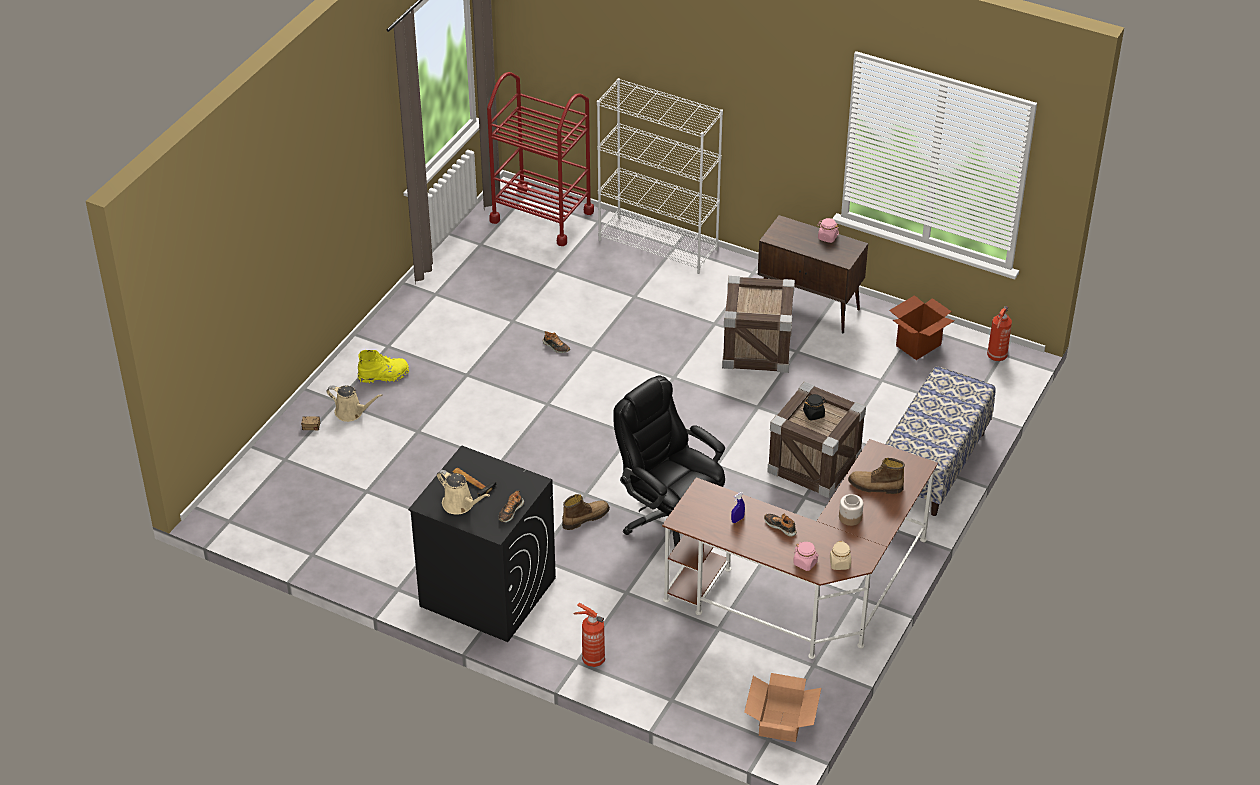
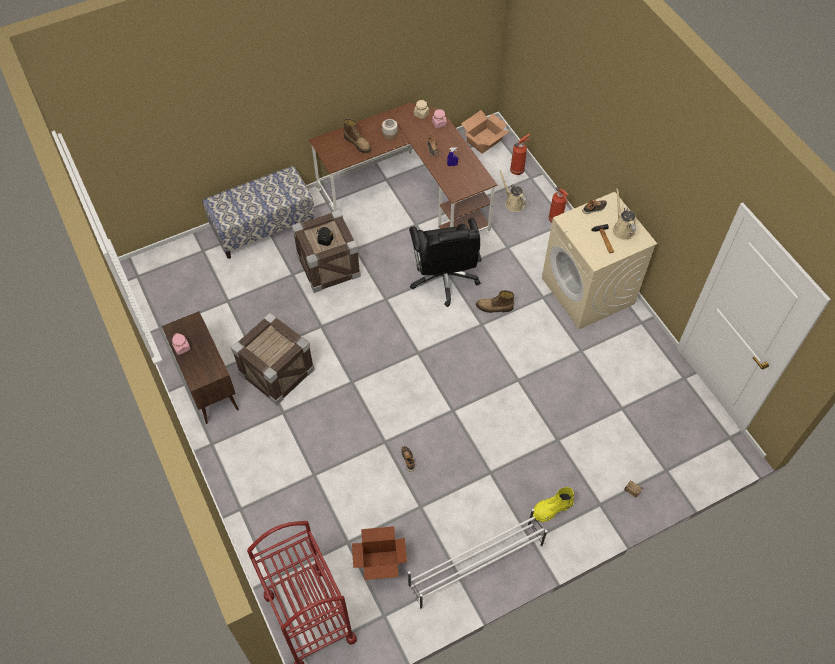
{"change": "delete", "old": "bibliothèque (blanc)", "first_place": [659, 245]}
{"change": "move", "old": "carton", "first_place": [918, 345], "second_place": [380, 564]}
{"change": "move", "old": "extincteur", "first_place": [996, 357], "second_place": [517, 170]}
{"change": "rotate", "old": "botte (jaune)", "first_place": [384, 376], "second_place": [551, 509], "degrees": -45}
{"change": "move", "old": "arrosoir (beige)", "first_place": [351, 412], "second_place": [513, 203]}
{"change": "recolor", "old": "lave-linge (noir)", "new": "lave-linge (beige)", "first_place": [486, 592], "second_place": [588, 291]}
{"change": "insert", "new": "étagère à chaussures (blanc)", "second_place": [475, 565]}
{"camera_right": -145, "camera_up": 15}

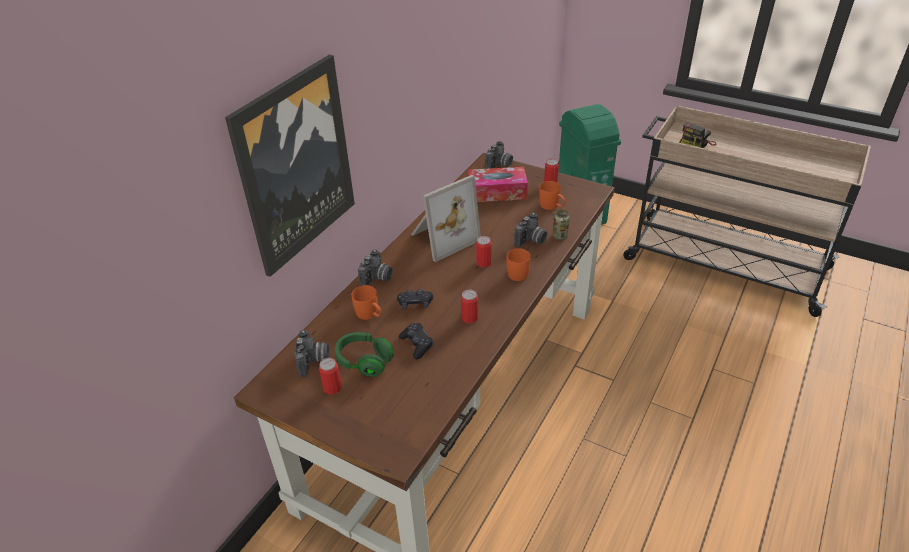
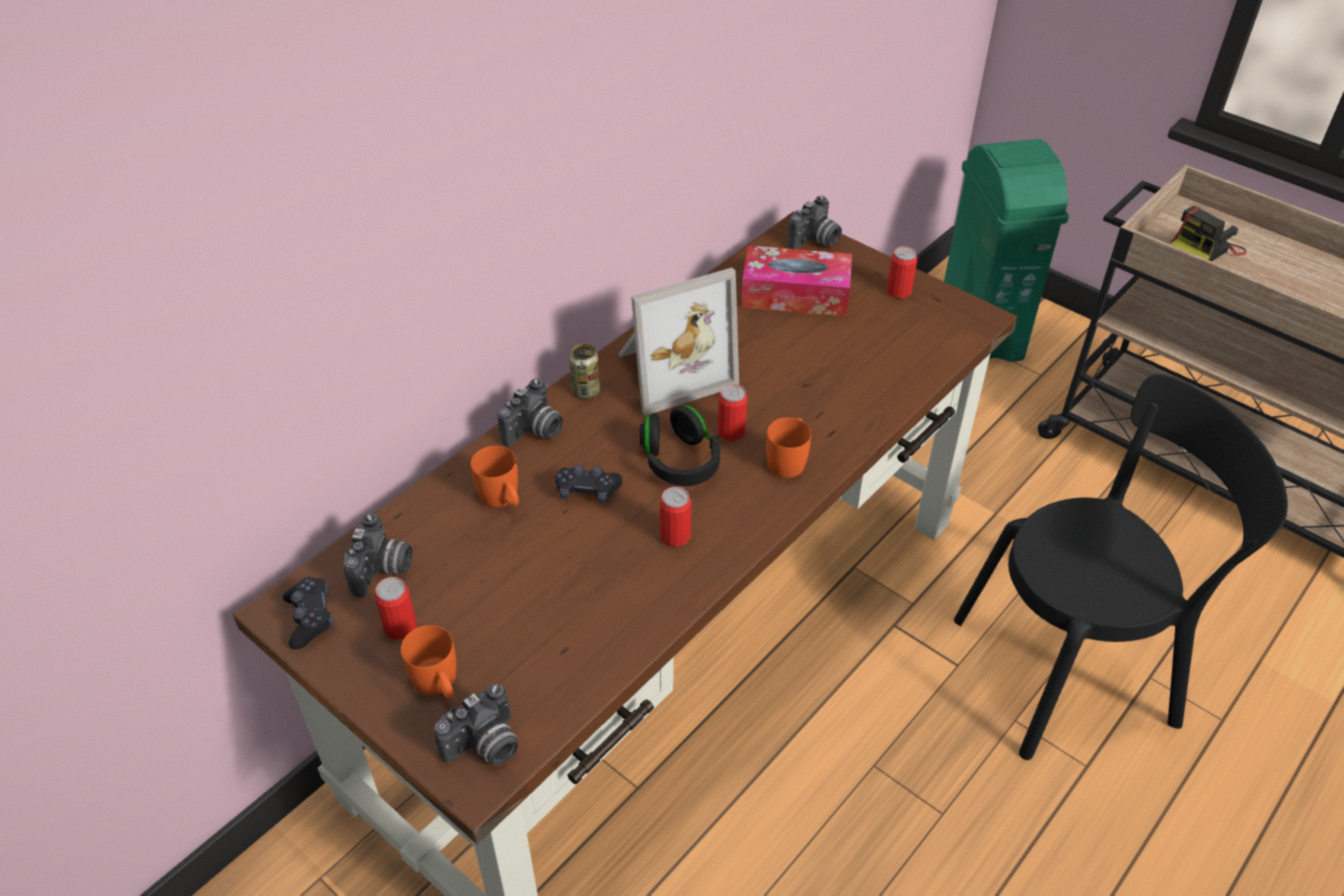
{"change": "delete", "old": "tableau", "first_place": [295, 165]}
{"change": "move", "old": "mug (orange)", "first_place": [552, 206], "second_place": [438, 685]}
{"change": "move", "old": "boîte métallique", "first_place": [560, 236], "second_place": [586, 390]}
{"change": "move", "old": "appareil photo", "first_place": [531, 240], "second_place": [485, 747]}
{"change": "move", "old": "manette (noir)", "first_place": [417, 344], "second_place": [310, 618]}
{"change": "delete", "old": "casque audio (vert)", "first_place": [364, 361]}
{"change": "insert", "new": "chaise (noir)", "second_place": [1074, 667]}
{"change": "insert", "new": "casque audio (noir)", "second_place": [679, 462]}
{"camera_right": 10, "camera_up": 5}

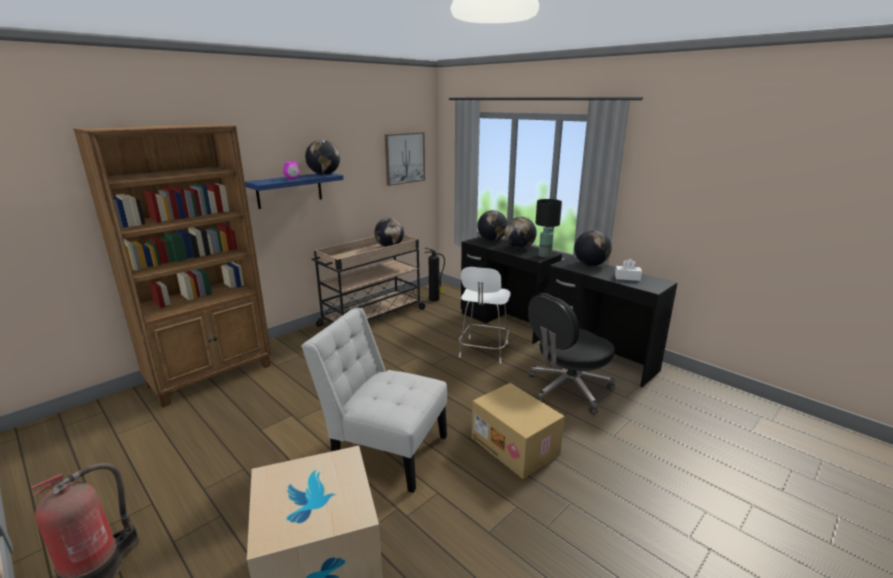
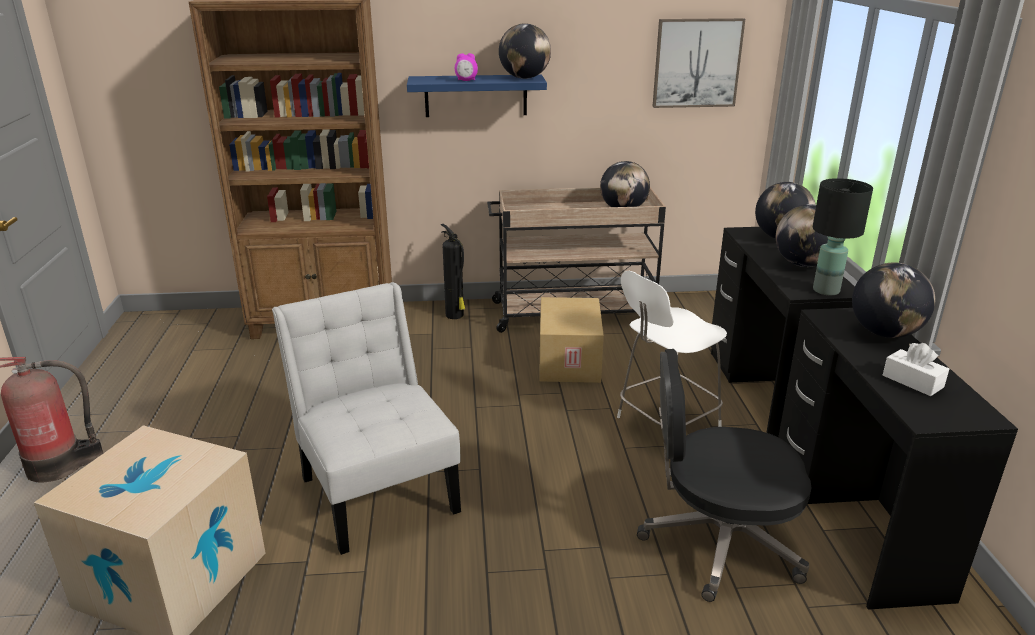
{"change": "move", "old": "extincteur", "first_place": [435, 299], "second_place": [455, 315]}
{"change": "move", "old": "carton", "first_place": [516, 446], "second_place": [570, 361]}
{"camera_right": 40, "camera_up": 5}

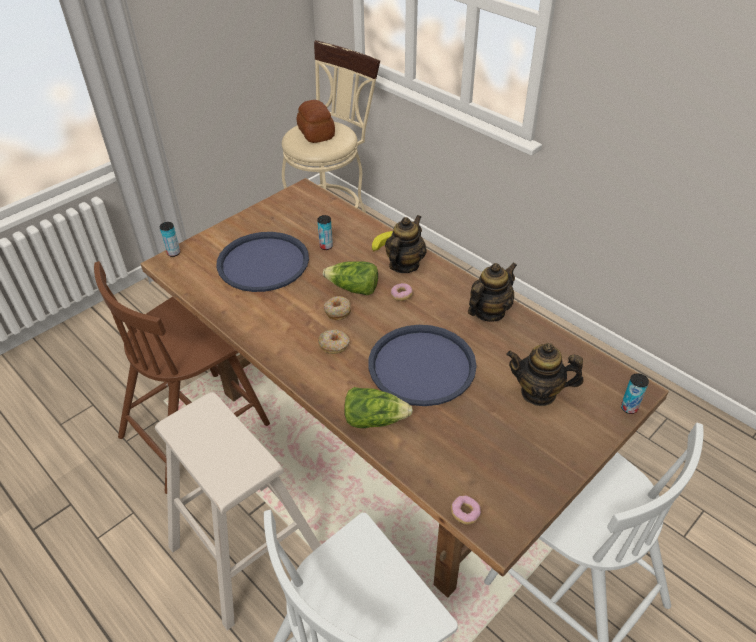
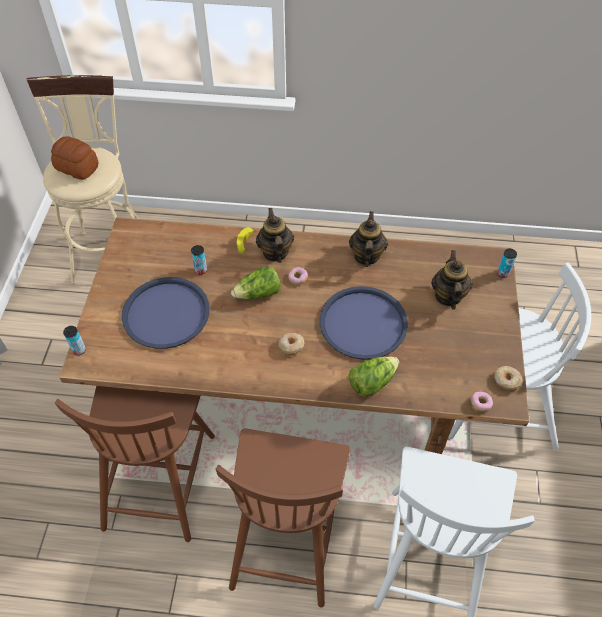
{"change": "move", "old": "beignet", "first_place": [337, 311], "second_place": [506, 381]}
{"change": "rotate", "old": "théière", "first_place": [538, 393], "second_place": [448, 296], "degrees": 120}
{"change": "replace", "old": "tabouret (beige)", "new": "chaise (marron)", "first_place": [246, 550], "second_place": [287, 534]}
{"camera_right": -40, "camera_up": 10}

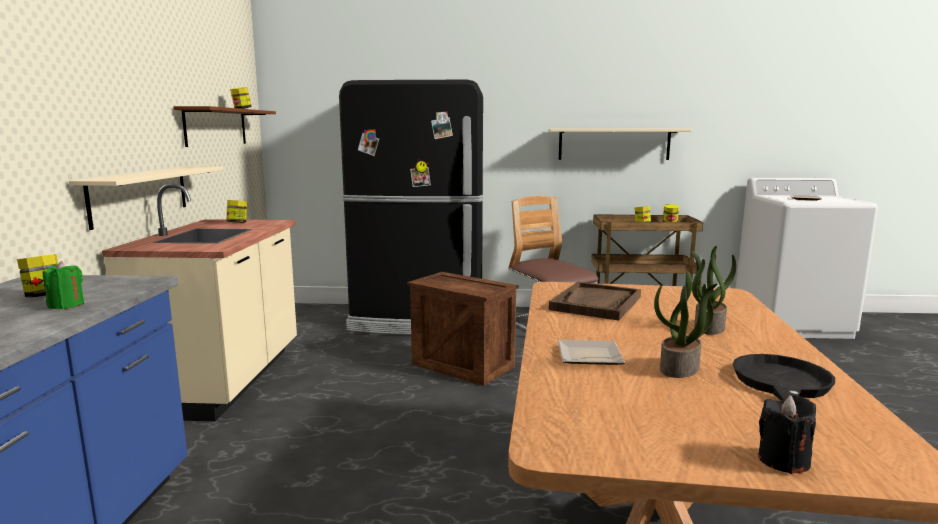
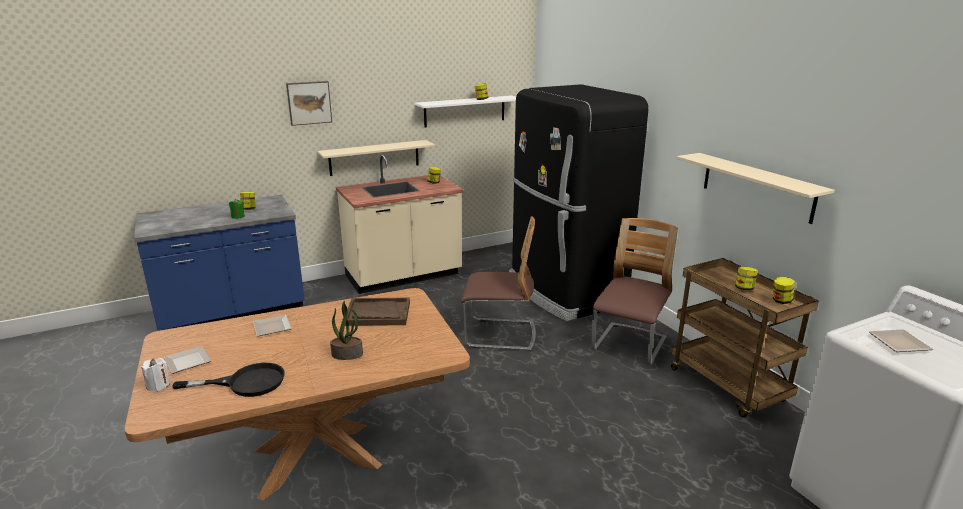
{"change": "recolor", "old": "étagère (marron)", "new": "étagère (blanc)", "first_place": [216, 127], "second_place": [465, 111]}
{"change": "replace", "old": "caisse", "new": "chaise", "first_place": [464, 365], "second_place": [500, 335]}
{"change": "delete", "old": "plante en pot", "first_place": [680, 369]}
{"change": "recolor", "old": "bougie (noir)", "new": "bougie (blanc)", "first_place": [783, 461], "second_place": [158, 385]}
{"change": "insert", "new": "tableau", "second_place": [309, 102]}
{"change": "insert", "new": "assiette", "second_place": [189, 361]}
{"camera_right": 60, "camera_up": 10}

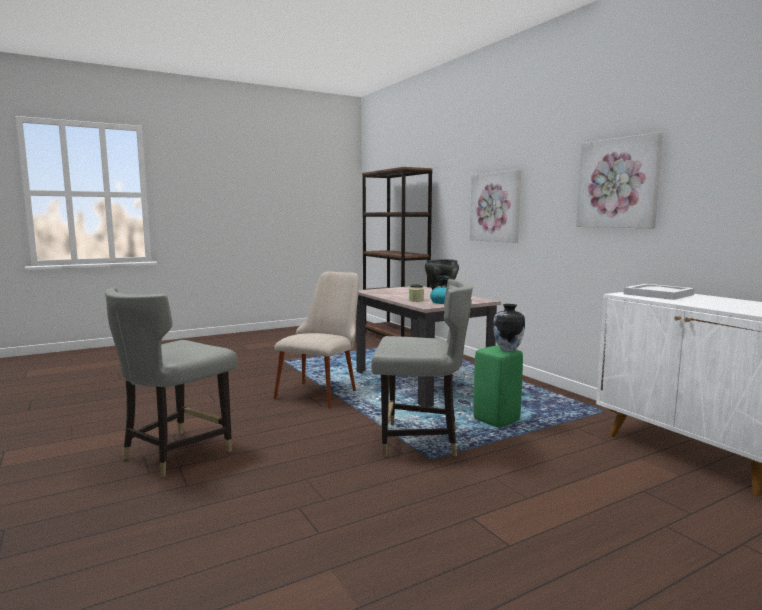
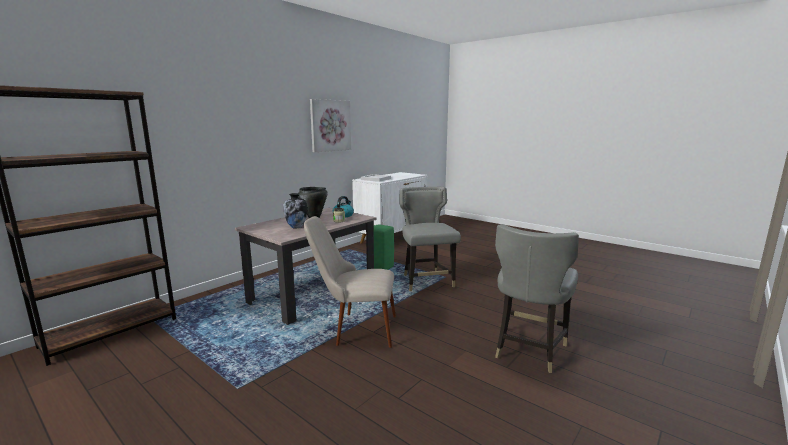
{"change": "delete", "old": "tableau", "first_place": [496, 207]}
{"change": "rotate", "old": "chaise (gris)", "first_place": [176, 453], "second_place": [528, 350], "degrees": 105}
{"change": "move", "old": "vase", "first_place": [507, 349], "second_place": [296, 227]}
{"camera_right": -110, "camera_up": 5}

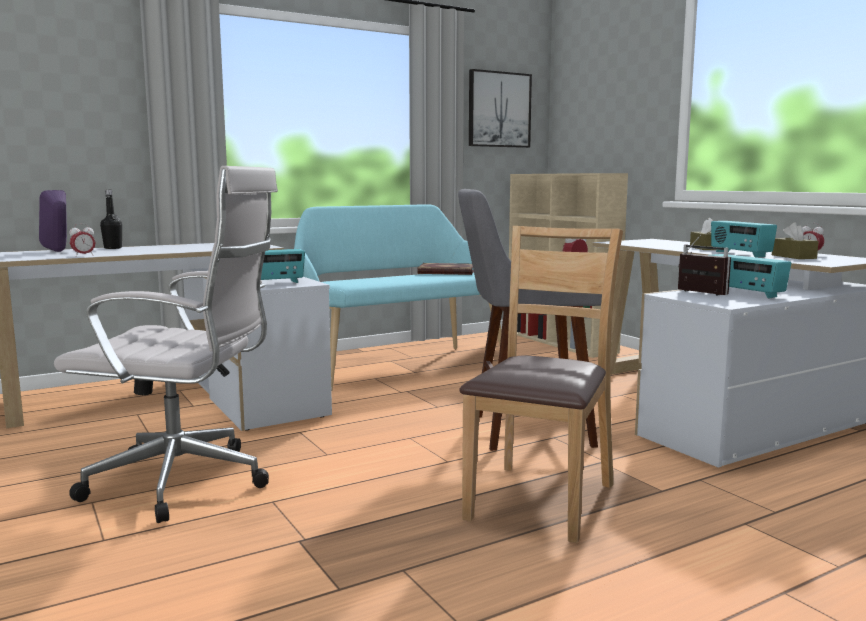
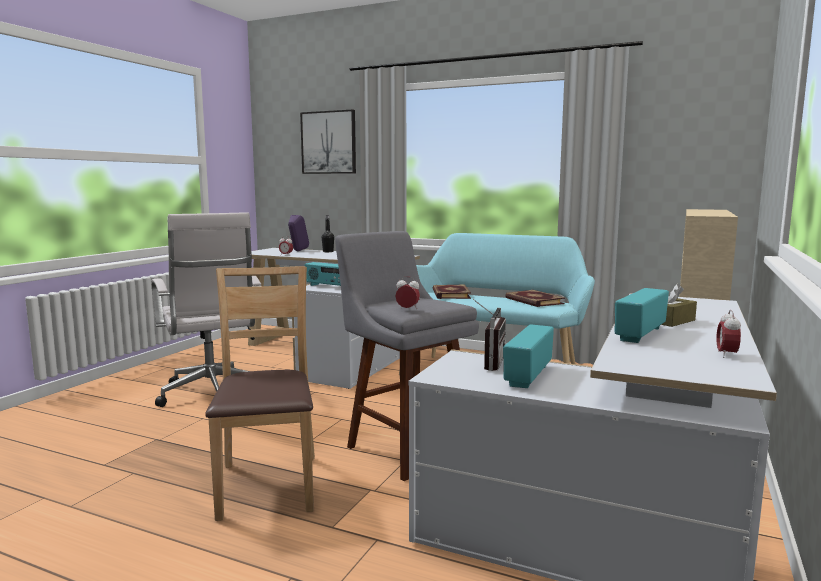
{"change": "move", "old": "tableau", "first_place": [499, 109], "second_place": [329, 142]}
{"change": "delete", "old": "boîte à mouchoirs (marron)", "first_place": [793, 257]}
{"change": "rotate", "old": "chaise (marron)", "first_place": [540, 500], "second_place": [268, 485], "degrees": -90}
{"change": "insert", "new": "livre", "second_place": [450, 294]}
{"camera_right": 55, "camera_up": 0}

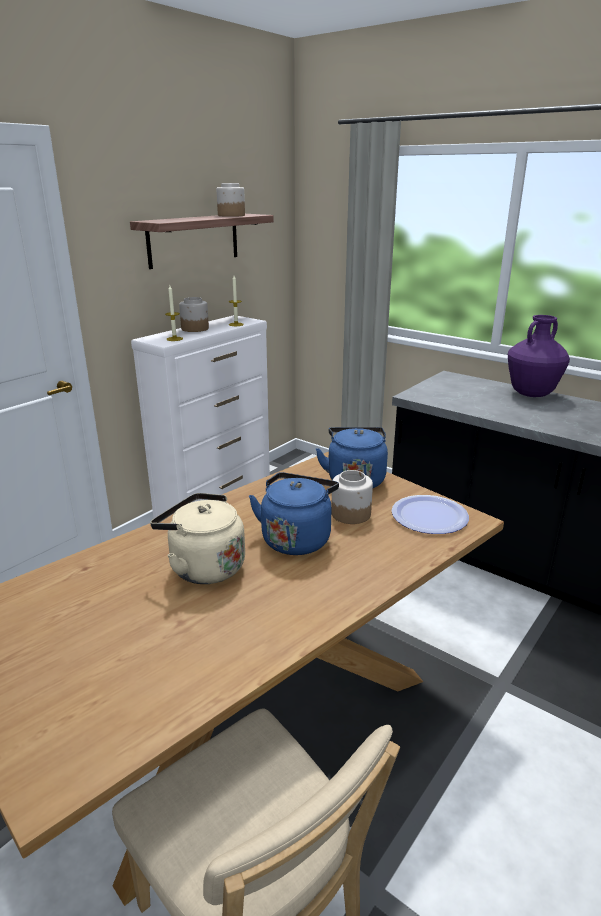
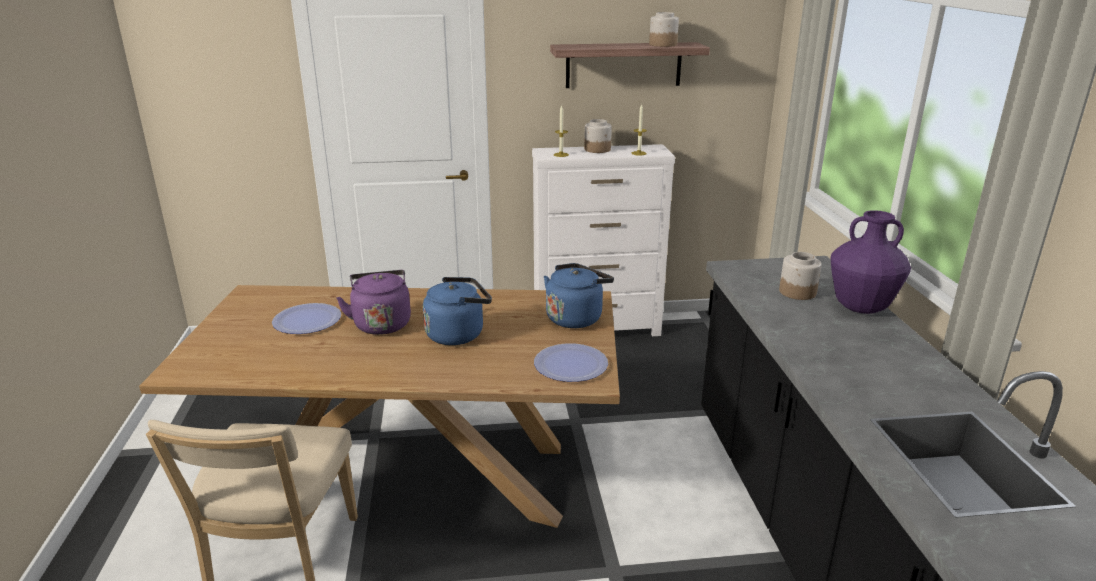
{"change": "move", "old": "bocal", "first_place": [351, 514], "second_place": [798, 292]}
{"change": "recolor", "old": "bouilloire (beige)", "new": "bouilloire (violet)", "first_place": [203, 567], "second_place": [381, 323]}
{"change": "insert", "new": "assiette", "second_place": [307, 320]}
{"camera_right": 45, "camera_up": 0}

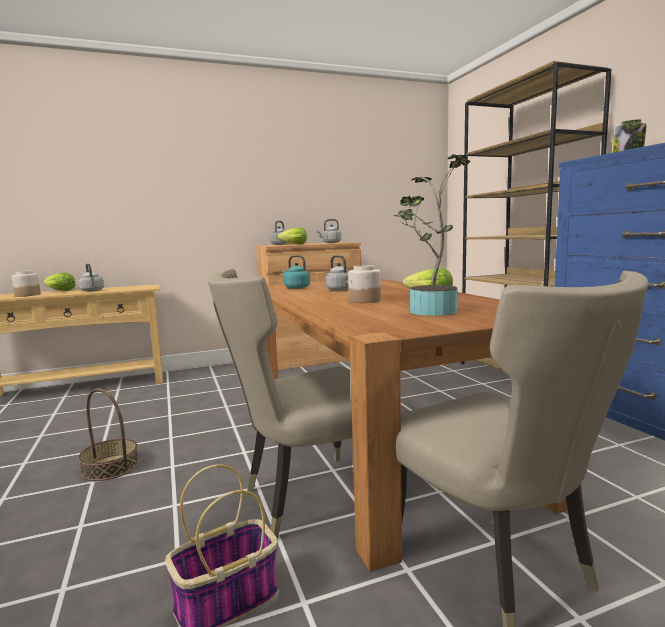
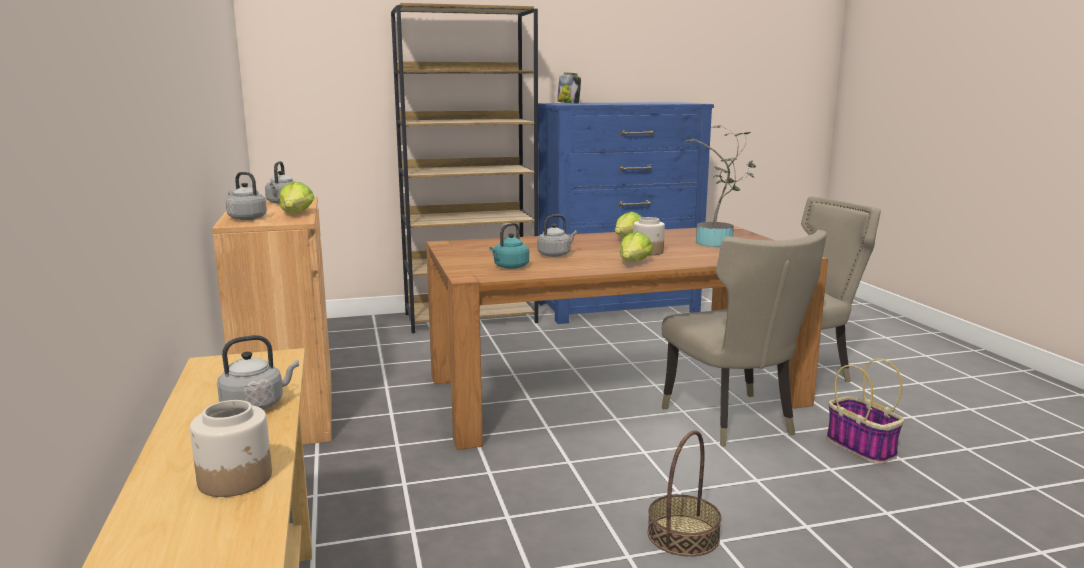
{"change": "move", "old": "laitue", "first_place": [60, 291], "second_place": [634, 263]}
{"camera_right": -85, "camera_up": 5}

